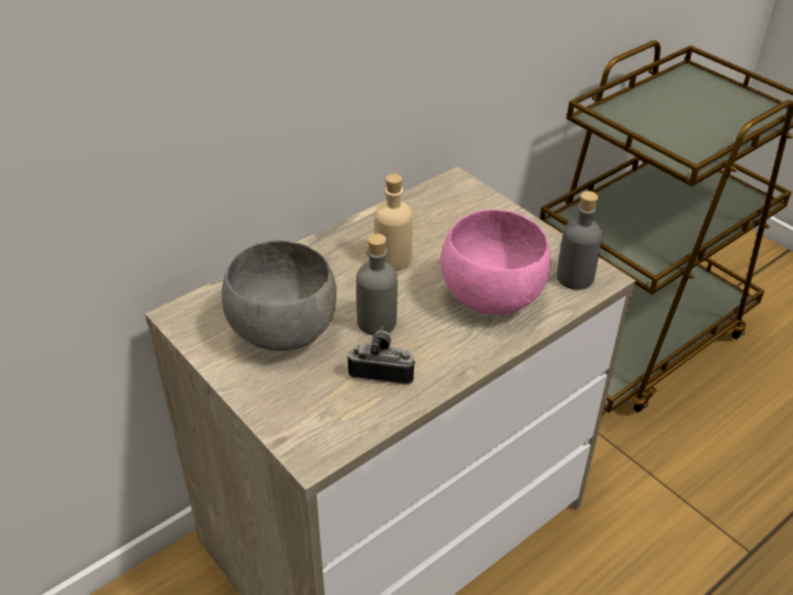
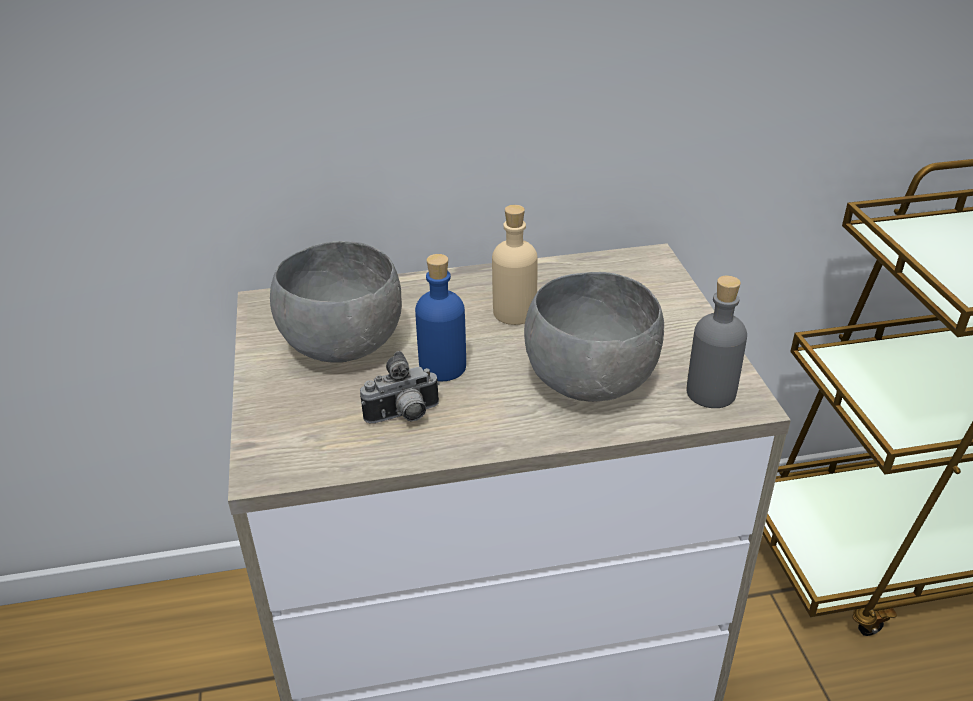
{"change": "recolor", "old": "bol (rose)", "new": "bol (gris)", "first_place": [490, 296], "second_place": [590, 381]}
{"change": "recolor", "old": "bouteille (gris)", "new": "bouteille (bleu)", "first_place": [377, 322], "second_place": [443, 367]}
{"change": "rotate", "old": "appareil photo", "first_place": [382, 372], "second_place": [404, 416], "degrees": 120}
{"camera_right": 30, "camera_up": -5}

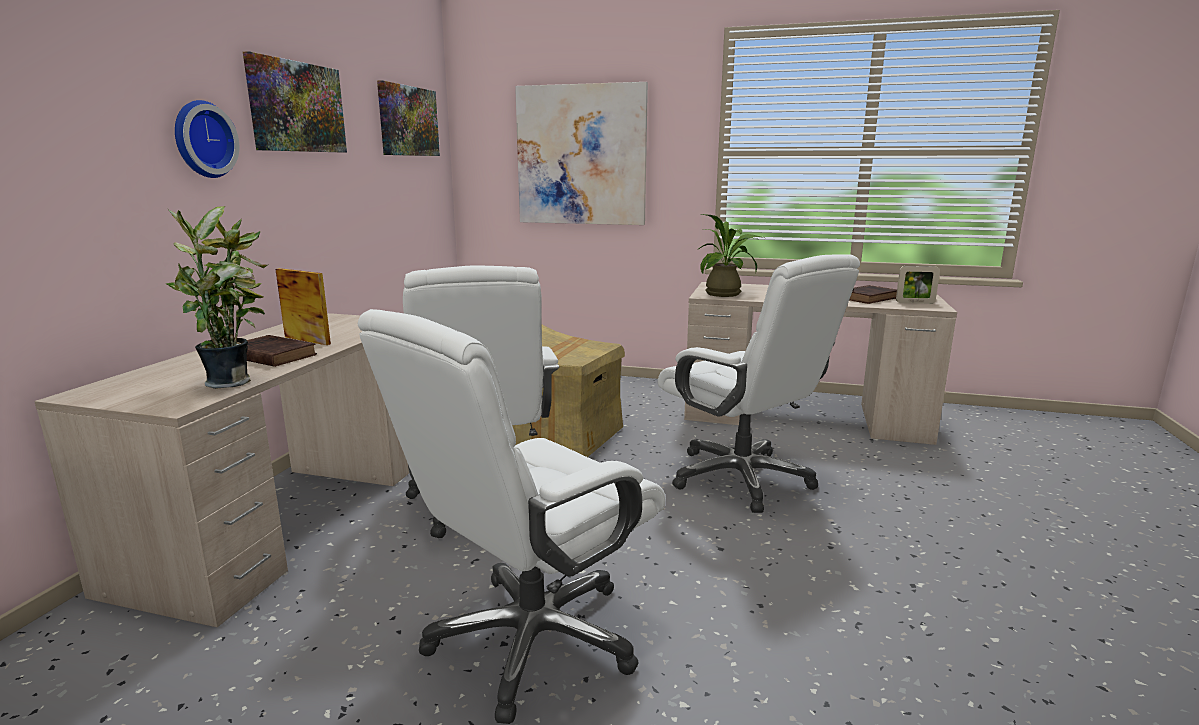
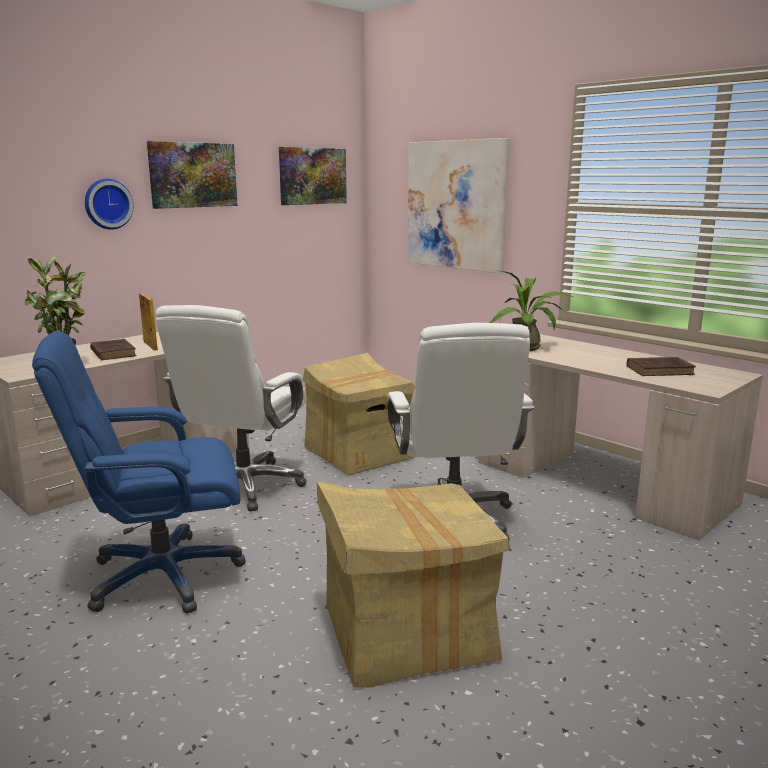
{"change": "delete", "old": "cadre photo", "first_place": [915, 303]}
{"change": "recolor", "old": "chaise de bureau (blanc)", "new": "chaise de bureau (bleu)", "first_place": [532, 640], "second_place": [162, 576]}
{"change": "insert", "new": "carton", "second_place": [407, 634]}
{"camera_right": 30, "camera_up": 0}

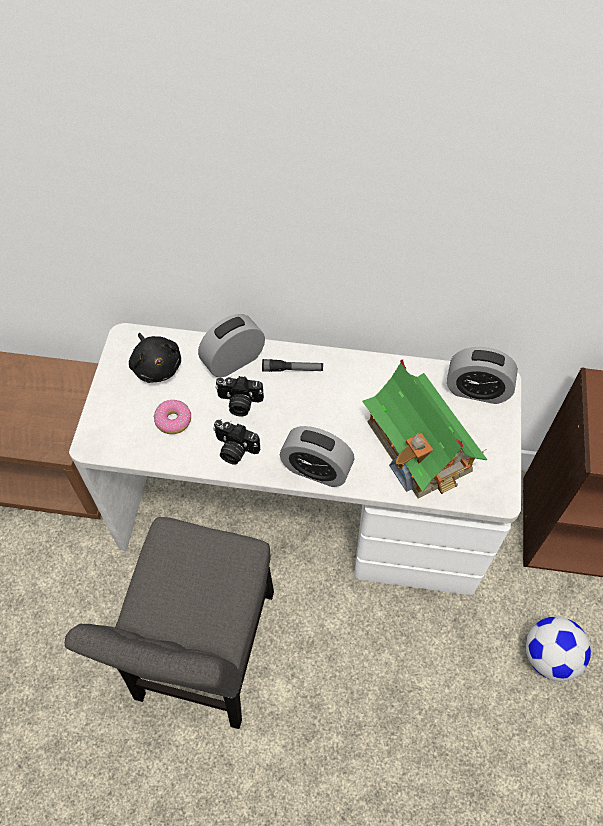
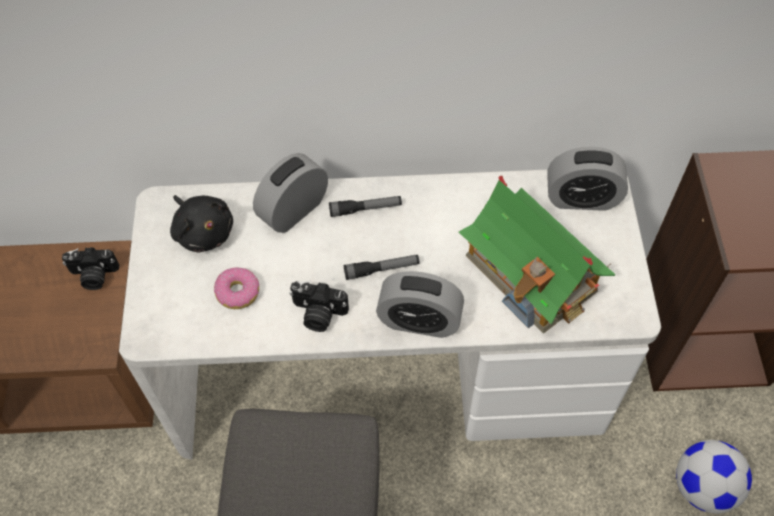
{"change": "move", "old": "appareil photo", "first_place": [239, 403], "second_place": [93, 276]}
{"change": "insert", "new": "lampe de poche", "second_place": [381, 269]}
{"camera_right": -10, "camera_up": 0}

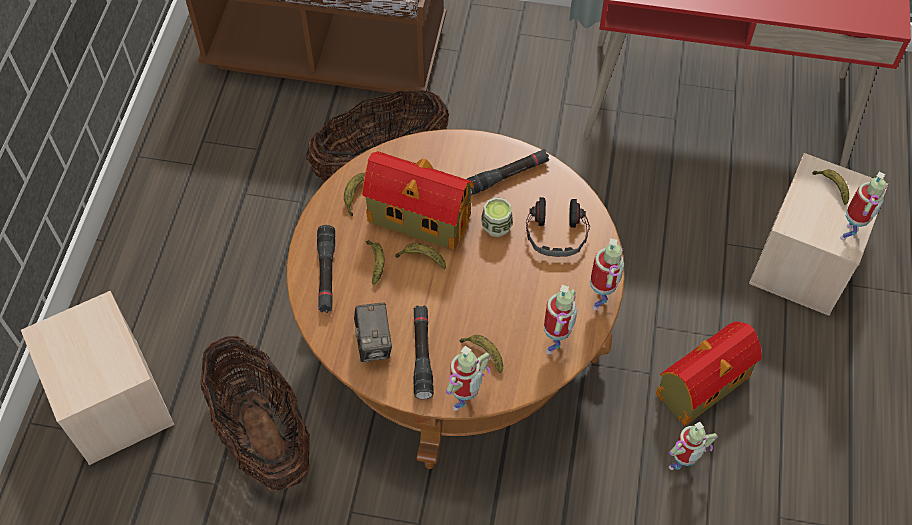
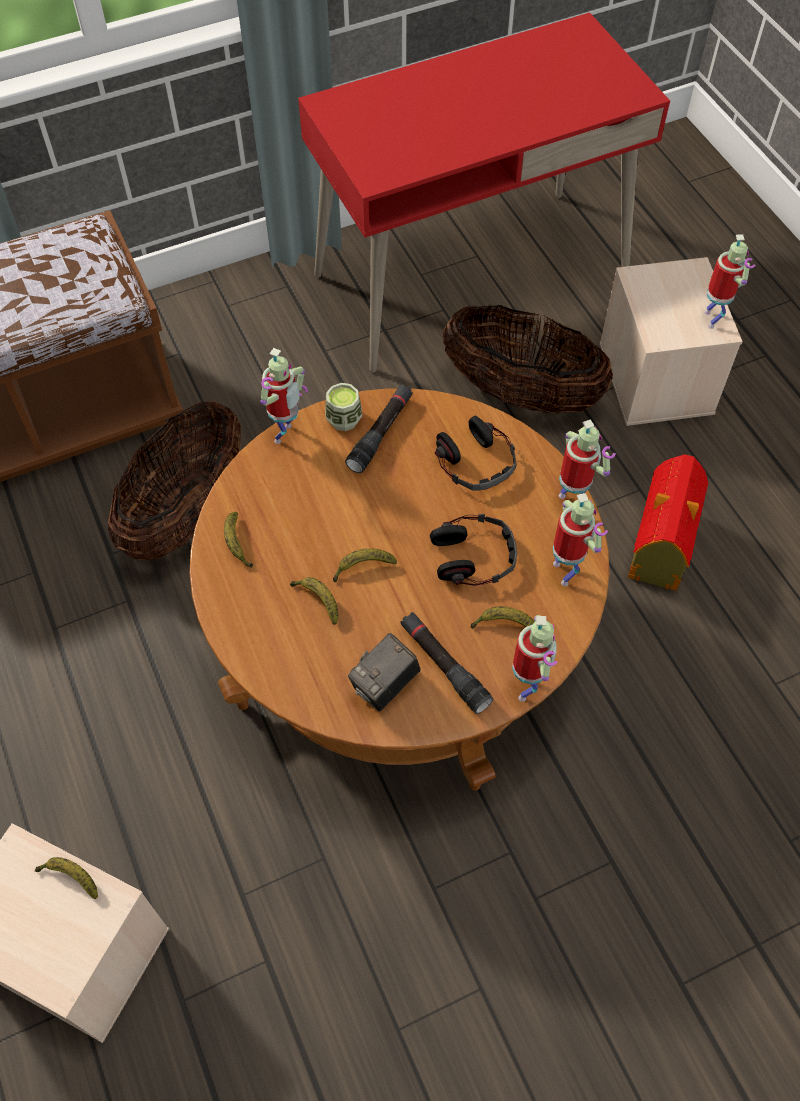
{"change": "delete", "old": "maison miniature", "first_place": [417, 217]}
{"change": "move", "old": "banane", "first_place": [832, 187], "second_place": [70, 877]}
{"change": "move", "old": "tasse", "first_place": [496, 226], "second_place": [344, 419]}
{"change": "delete", "old": "lampe de poche (noir)", "first_place": [326, 273]}
{"change": "rotate", "old": "appareil photo", "first_place": [374, 344], "second_place": [385, 686], "degrees": 90}
{"change": "move", "old": "panier", "first_place": [263, 434], "second_place": [521, 393]}
{"change": "move", "old": "robot jouet", "first_place": [680, 466], "second_place": [286, 435]}
{"change": "insert", "new": "casque audio", "second_place": [473, 556]}
{"camera_right": -35, "camera_up": 0}

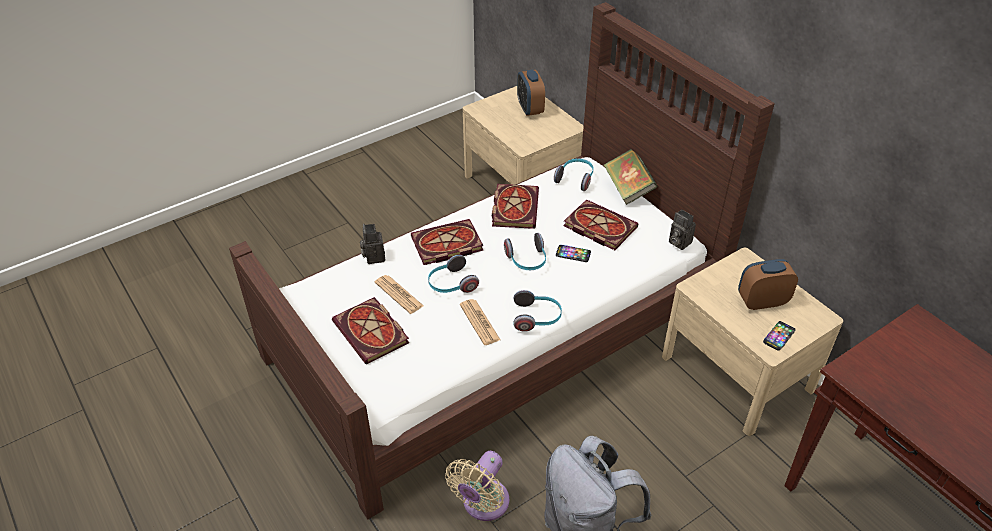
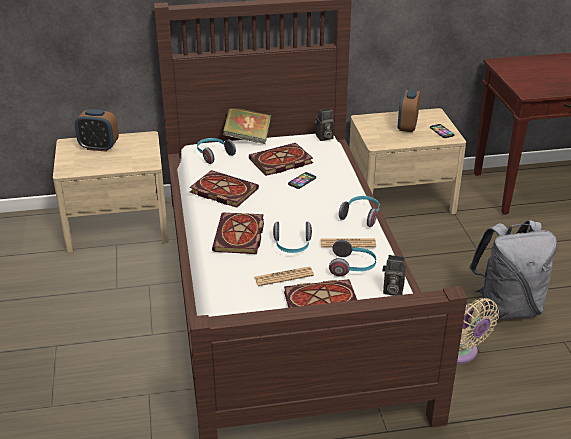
{"change": "move", "old": "appareil photo", "first_place": [373, 256], "second_place": [391, 290]}
{"change": "move", "old": "casque audio", "first_place": [527, 260], "second_place": [352, 267]}
{"camera_right": -65, "camera_up": -10}

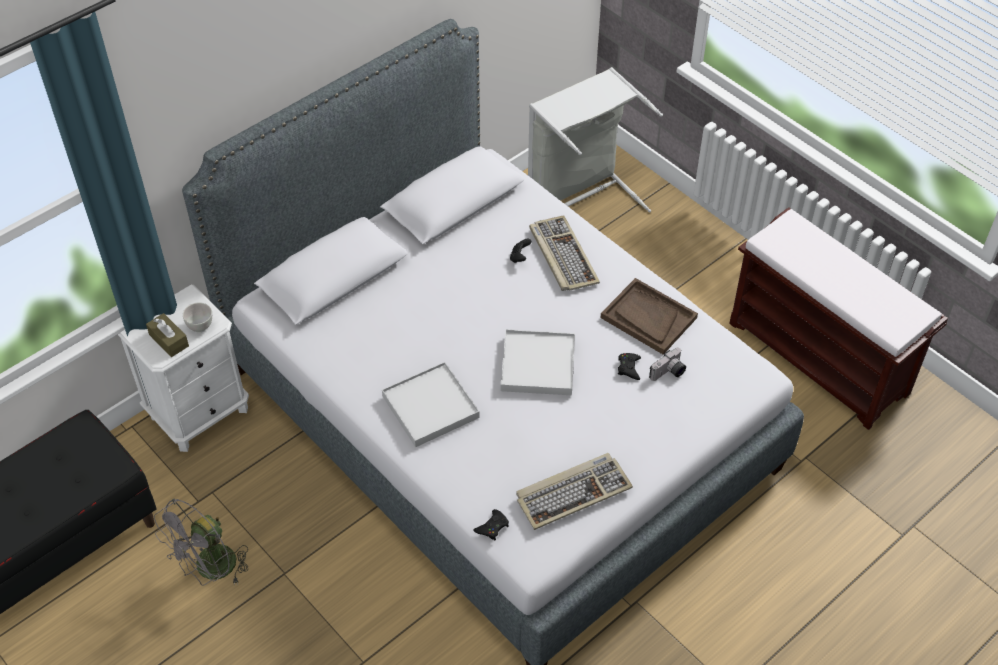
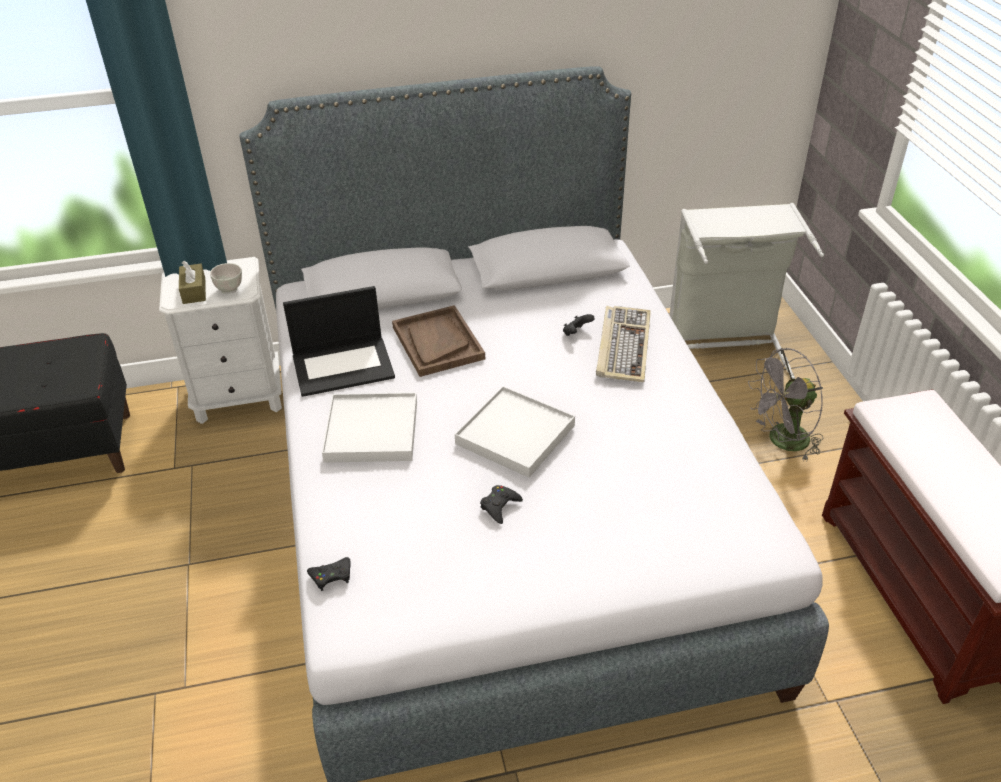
{"change": "move", "old": "plateau (marron)", "first_place": [648, 318], "second_place": [437, 343]}
{"change": "delete", "old": "appareil photo", "first_place": [668, 373]}
{"change": "move", "old": "manette (noir)", "first_place": [629, 368], "second_place": [499, 506]}
{"change": "delete", "old": "clavier", "first_place": [573, 492]}
{"change": "move", "old": "ventilateur (gris)", "first_place": [210, 570], "second_place": [782, 442]}
{"change": "insert", "new": "ordinateur portable", "second_place": [344, 366]}
{"camera_right": 30, "camera_up": -10}

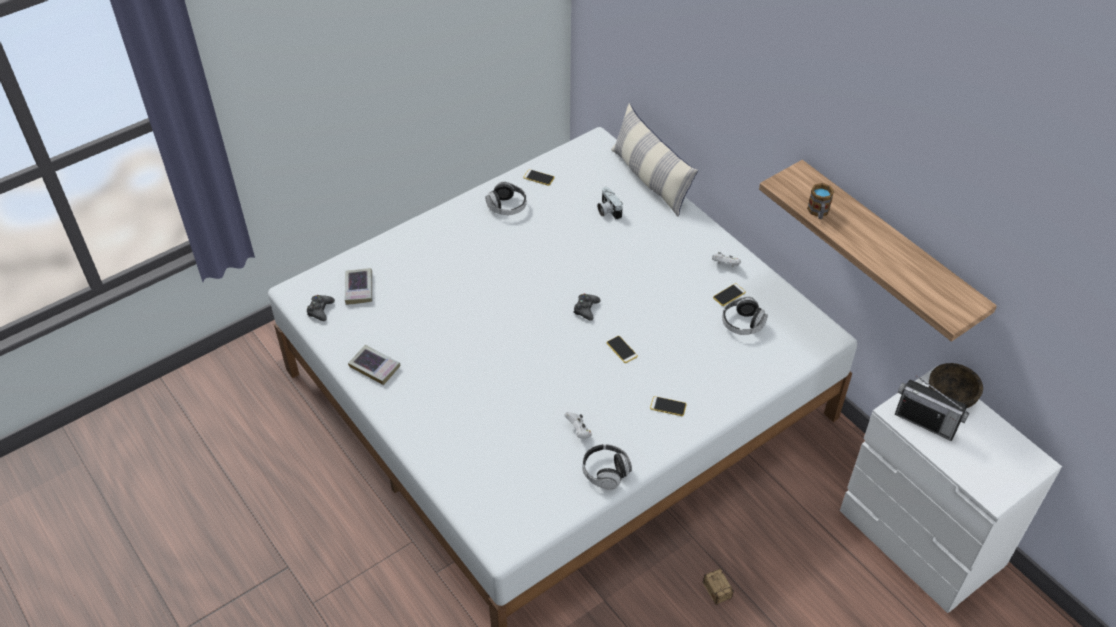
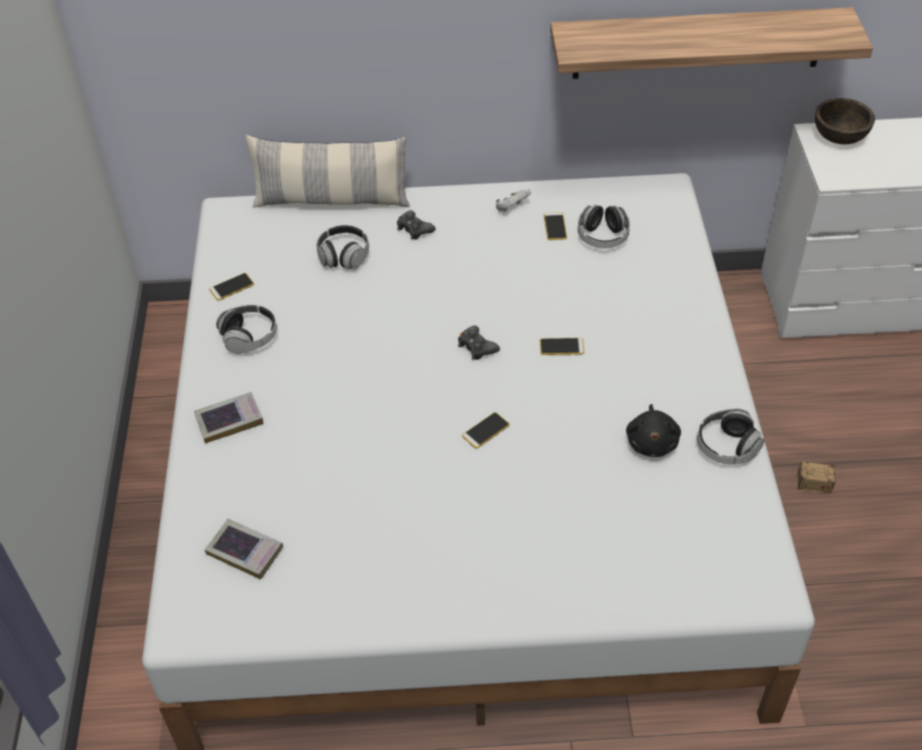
{"change": "delete", "old": "mug", "first_place": [818, 212]}
{"change": "replace", "old": "appareil photo", "new": "casque audio", "first_place": [607, 210], "second_place": [344, 256]}
{"change": "move", "old": "manette (noir)", "first_place": [320, 310], "second_place": [414, 229]}
{"change": "move", "old": "livre", "first_place": [374, 367], "second_place": [229, 420]}
{"change": "delete", "old": "radio", "first_place": [925, 422]}
{"change": "move", "old": "téléphone", "first_place": [668, 406], "second_place": [485, 430]}
{"change": "replace", "old": "manette (blanc)", "new": "peluche (noir)", "first_place": [578, 431], "second_place": [652, 441]}
{"camera_right": -55, "camera_up": 0}

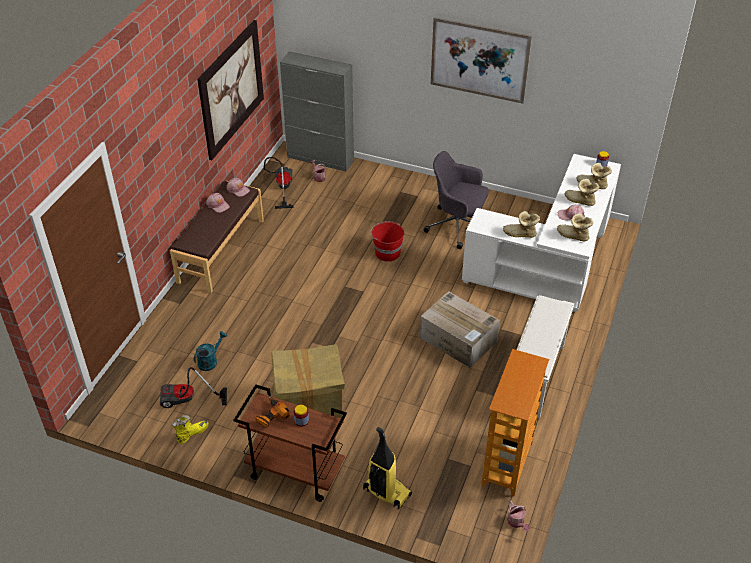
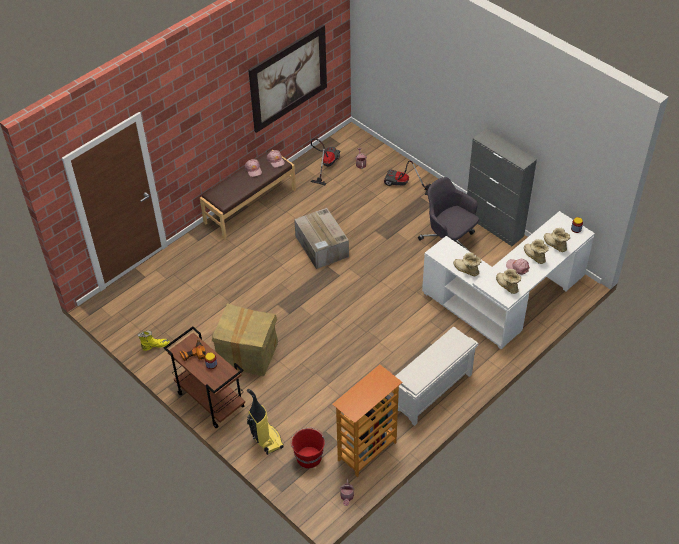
{"change": "delete", "old": "tableau", "first_place": [479, 60]}
{"change": "move", "old": "meuble de rangement (gris)", "first_place": [320, 159], "second_place": [494, 226]}
{"change": "move", "old": "seau (rouge)", "first_place": [387, 252], "second_place": [308, 456]}
{"change": "move", "old": "carton", "first_place": [459, 340], "second_place": [322, 247]}
{"change": "delete", "old": "arrosoir (turquoise)", "first_place": [210, 361]}
{"change": "move", "old": "aspirateur", "first_place": [187, 401], "second_place": [402, 185]}
{"camera_right": 25, "camera_up": 5}

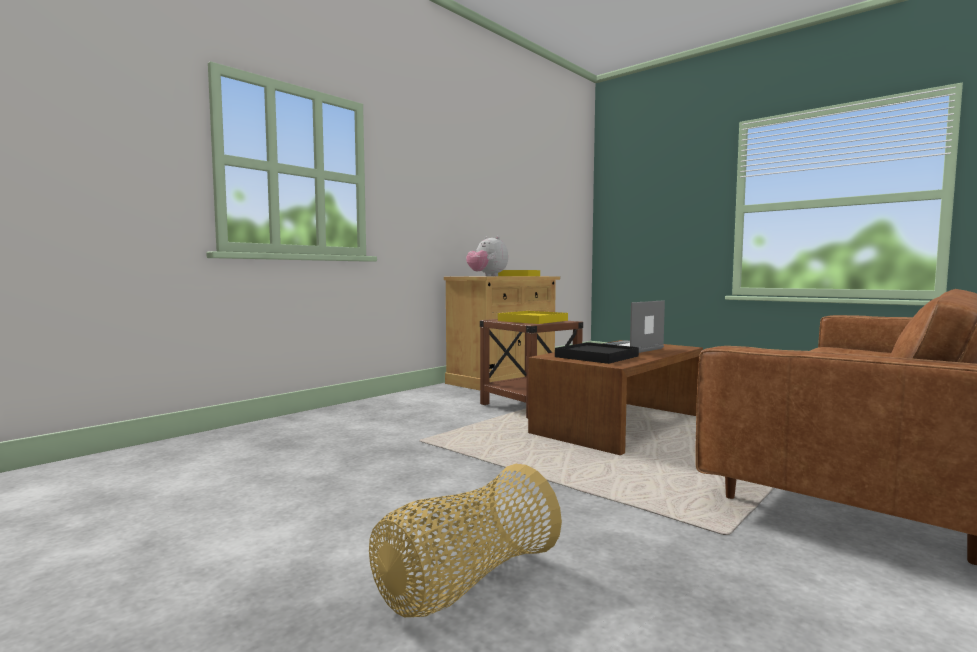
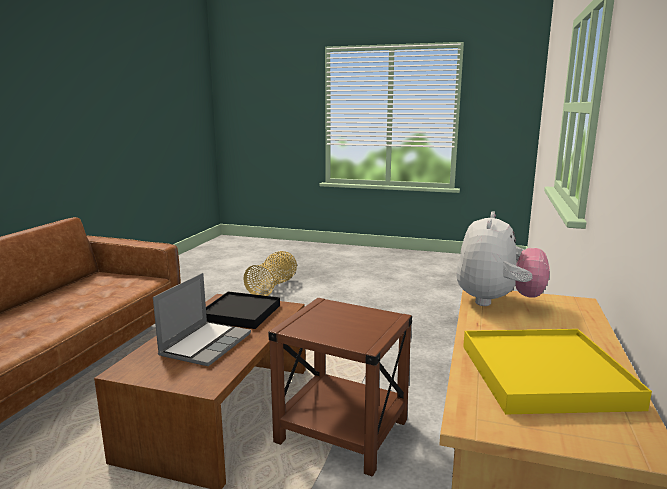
{"change": "rotate", "old": "peluche", "first_place": [487, 276], "second_place": [497, 302], "degrees": 90}
{"change": "delete", "old": "plateau (jaune)", "first_place": [532, 320]}
{"camera_right": 155, "camera_up": 10}

